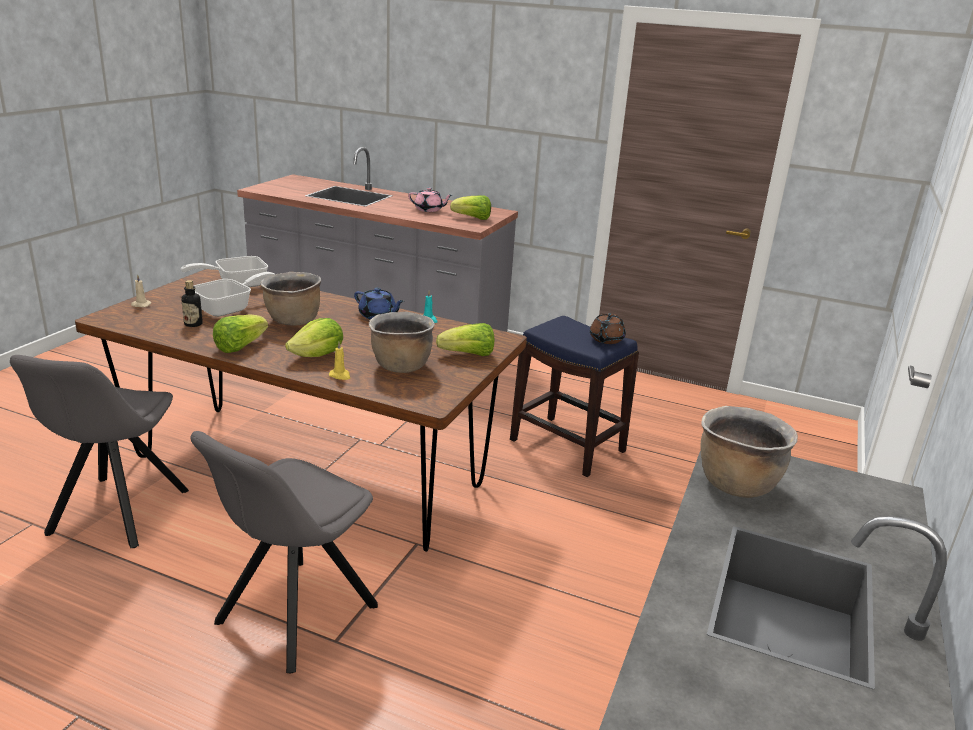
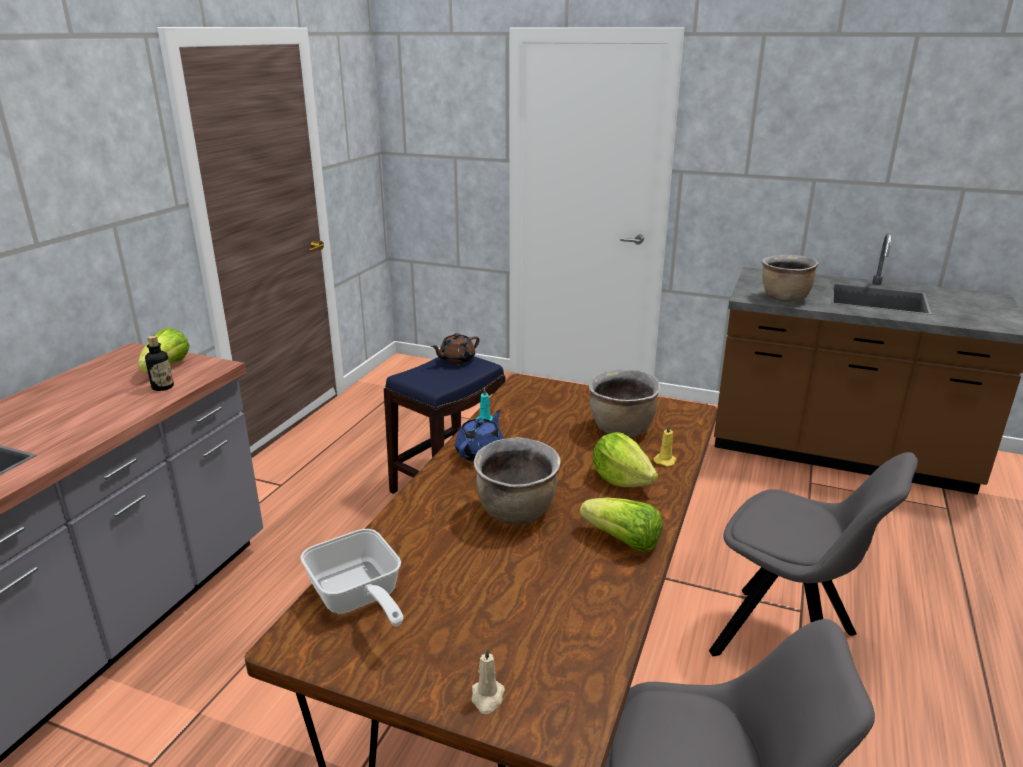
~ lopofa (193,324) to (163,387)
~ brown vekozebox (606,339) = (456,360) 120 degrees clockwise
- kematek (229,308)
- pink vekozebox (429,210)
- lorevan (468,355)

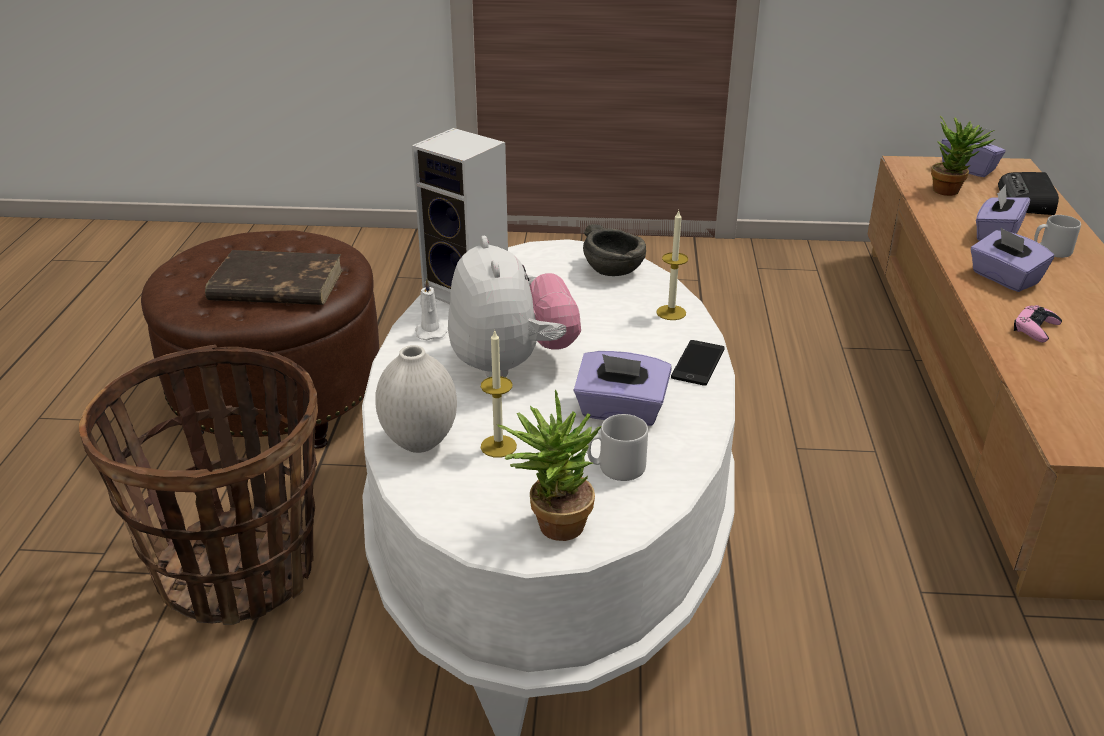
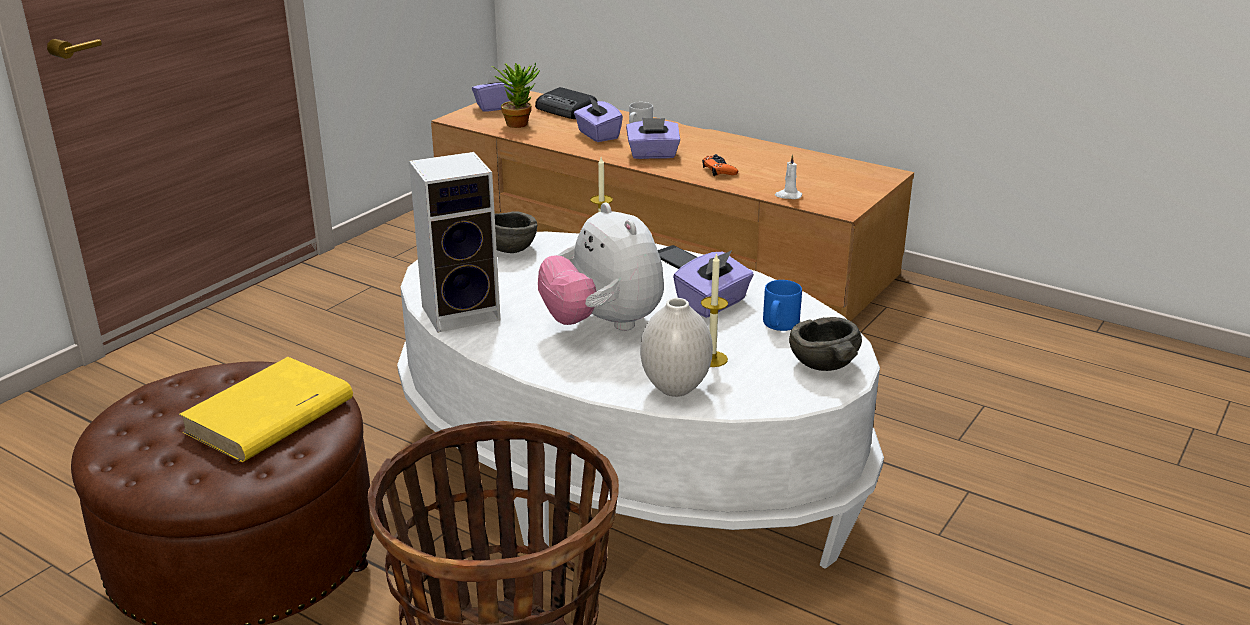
~ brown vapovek (275,286) to yellow vapovek (268,417)
~ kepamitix (512,364) = (603,324) 135 degrees counterclockwise
~ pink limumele (1035,329) to orange limumele (719,170)
~ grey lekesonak (616,467) to blue lekesonak (779,325)
~ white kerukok (430,332) to (788,196)
~ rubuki (552,524) to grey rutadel (823,364)

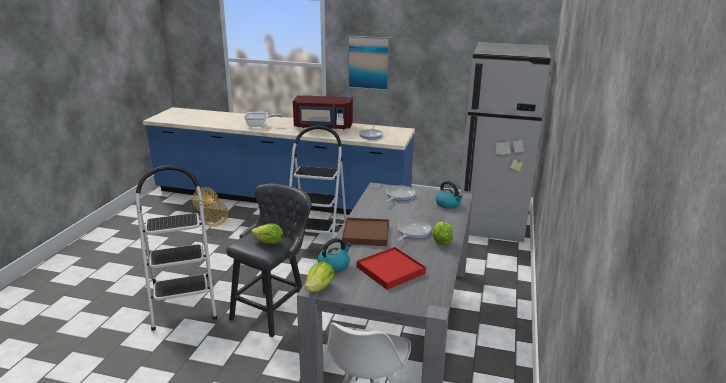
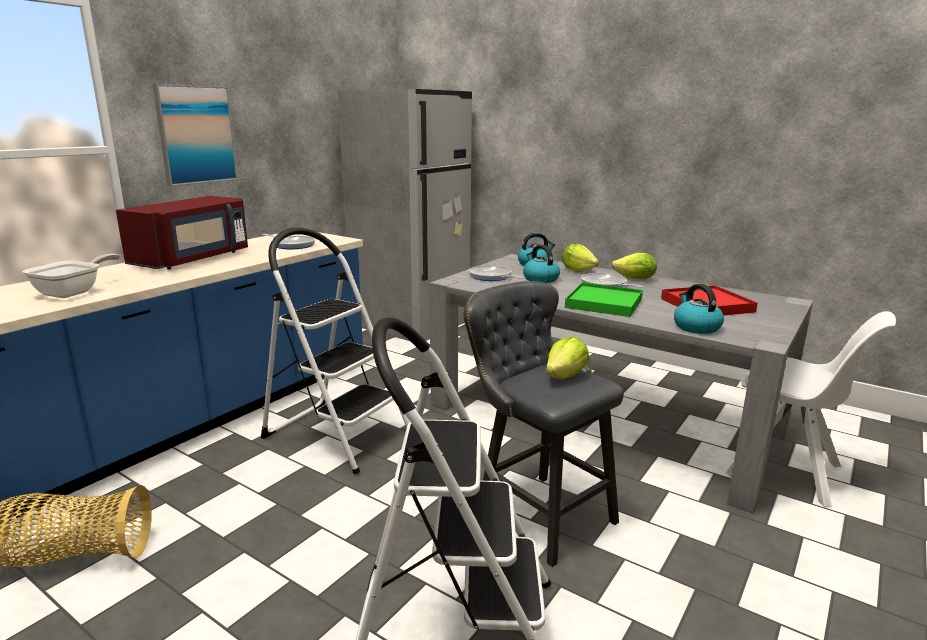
+ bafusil (540,279)
~ lorevan (320,288) to (578,270)
~ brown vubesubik (366,234) to green vubesubik (603,303)

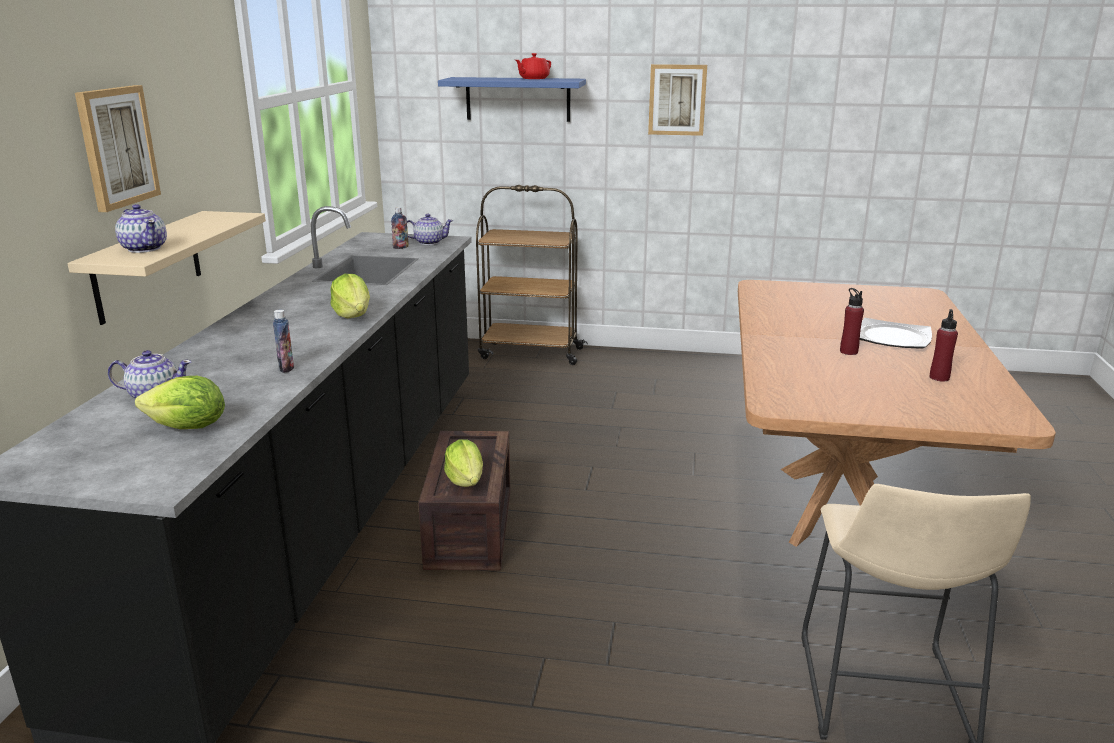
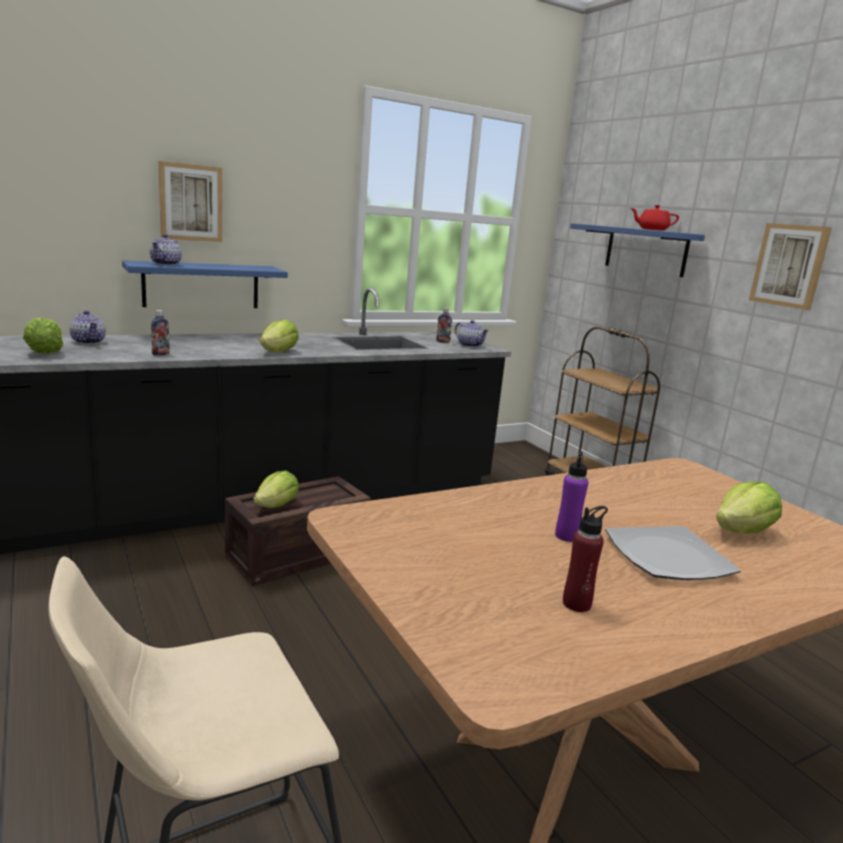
~ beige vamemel (148,266) to blue vamemel (201,285)
~ red lopofa (848,351) to purple lopofa (566,536)
+ lorevan (742,532)

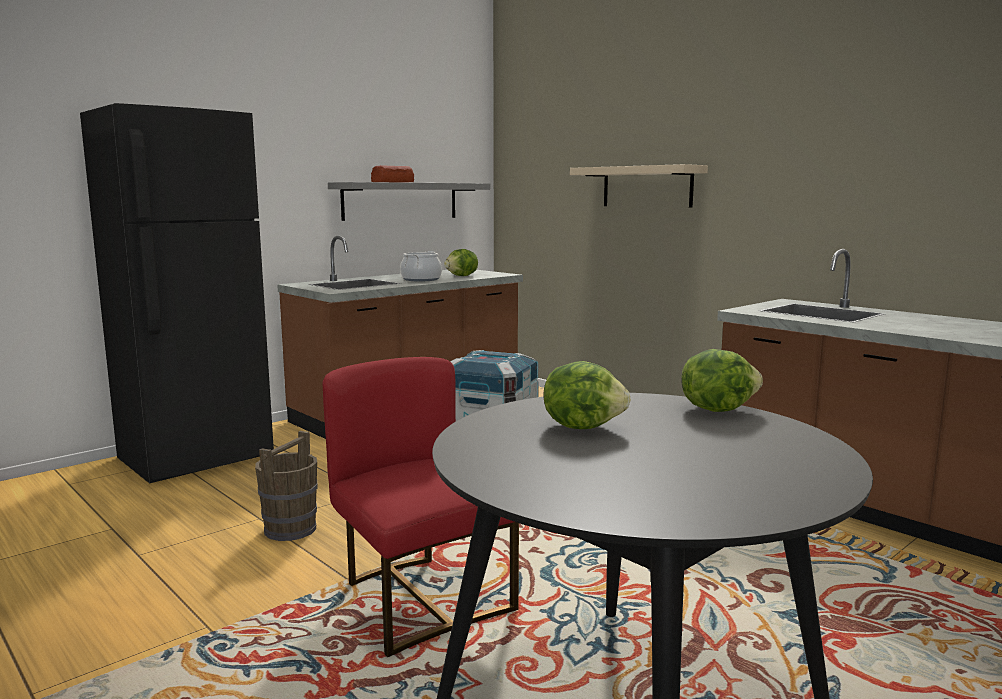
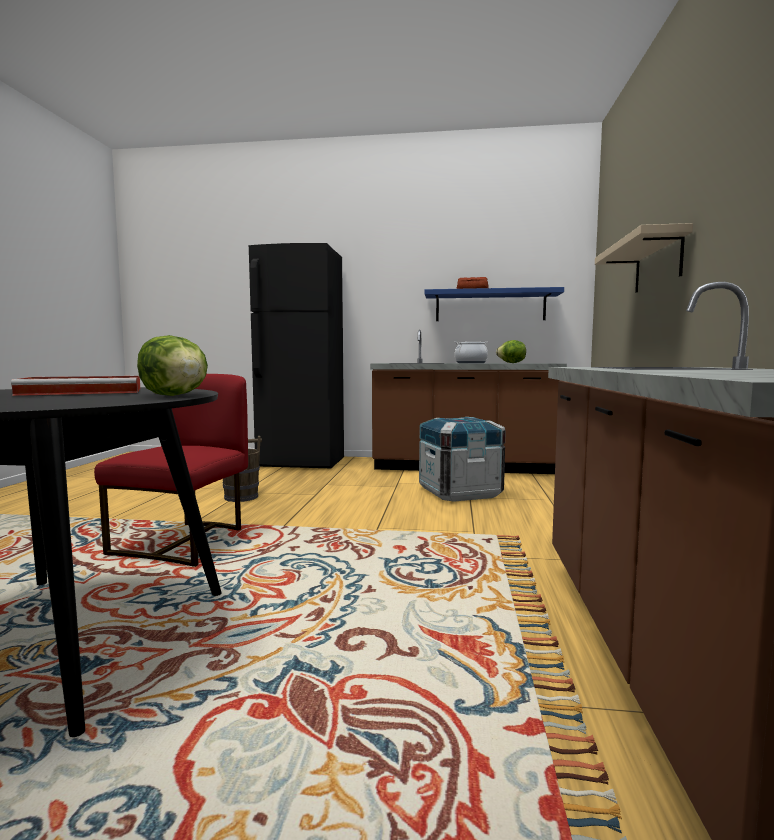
~ lorevan (583,426) to red vubesubik (86,391)
~ grey vamemel (400,201) to blue vamemel (490,306)

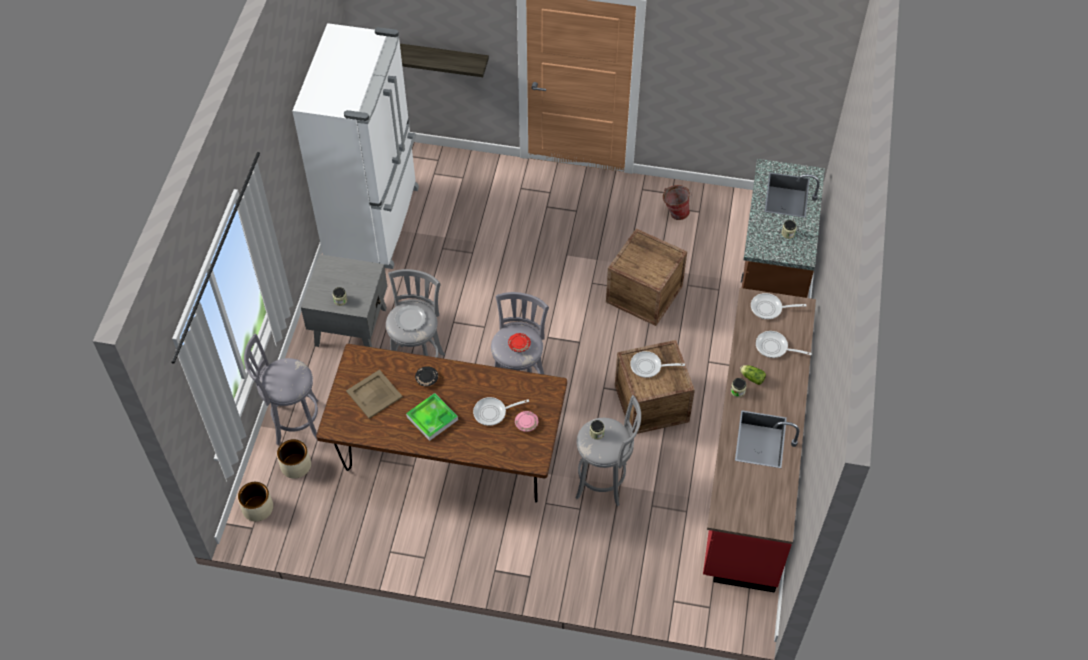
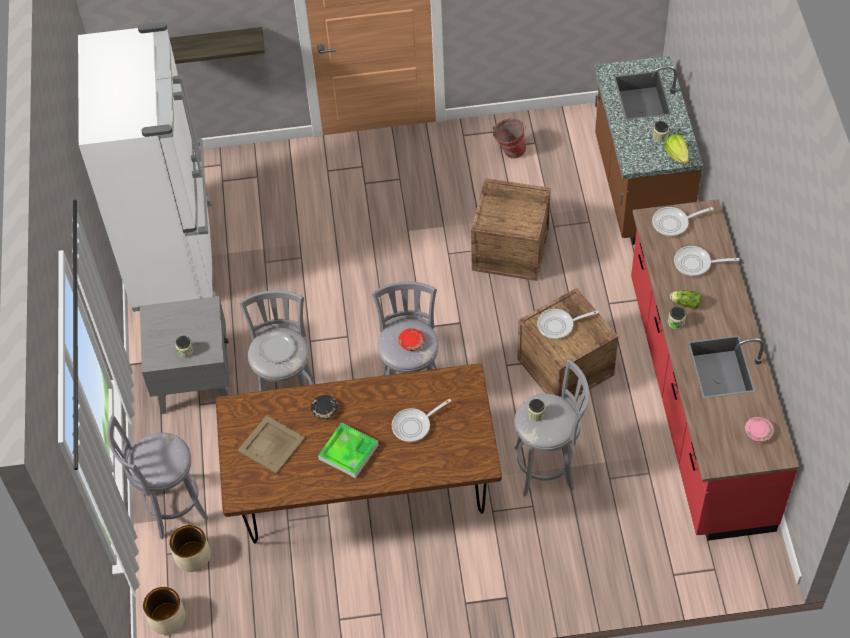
+ lorevan (676,155)
~ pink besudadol (526,424) to (758,432)

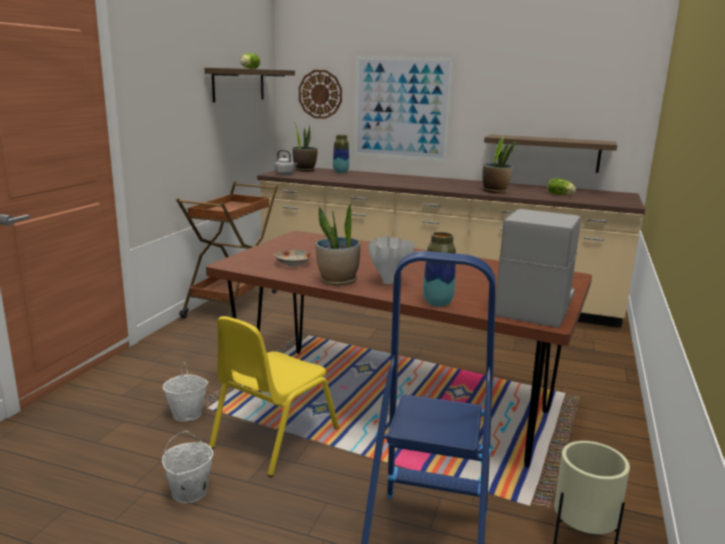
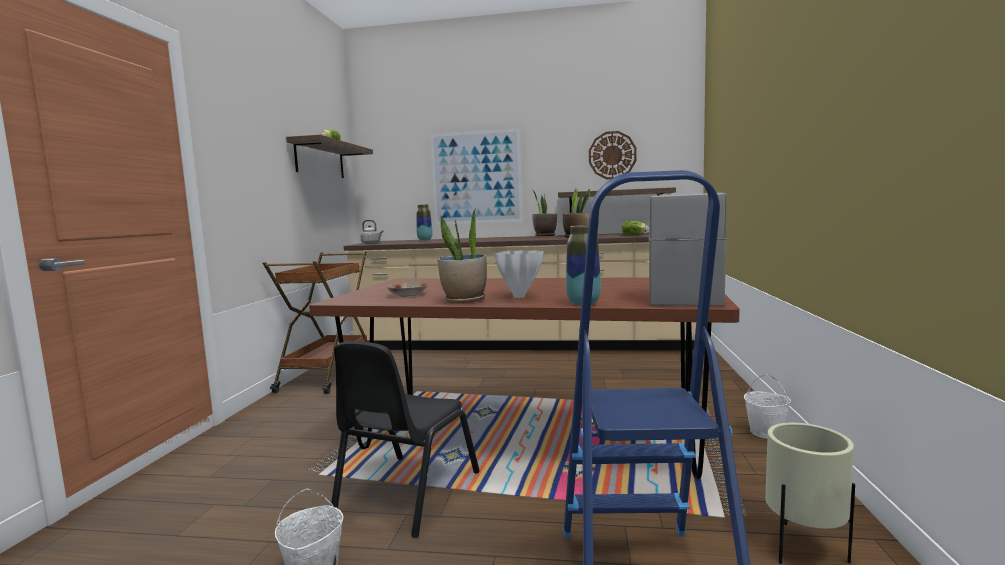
~ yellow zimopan (273,437) to black zimopan (407,493)
~ rubuki (304,170) to (545,236)
~ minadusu (320,94) to (612,155)
~ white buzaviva (188,414) to (766,432)

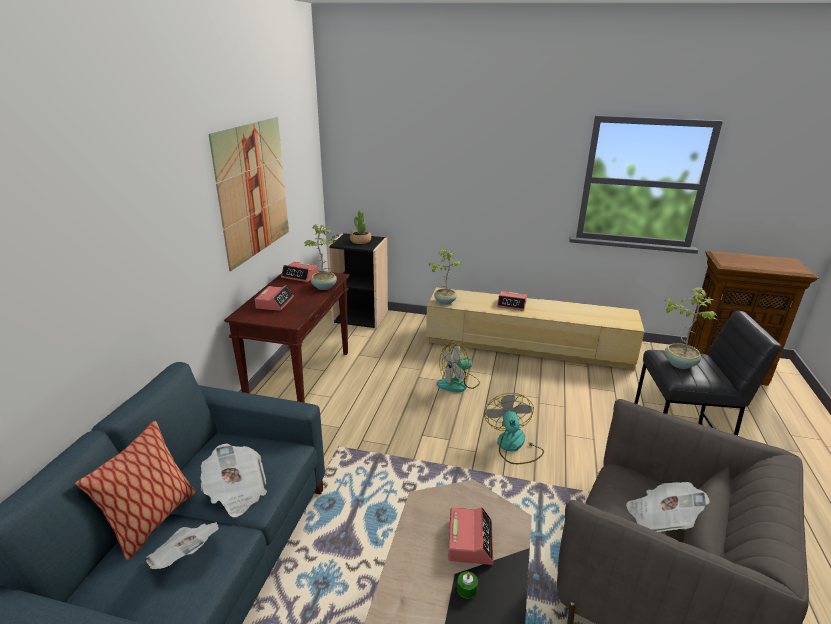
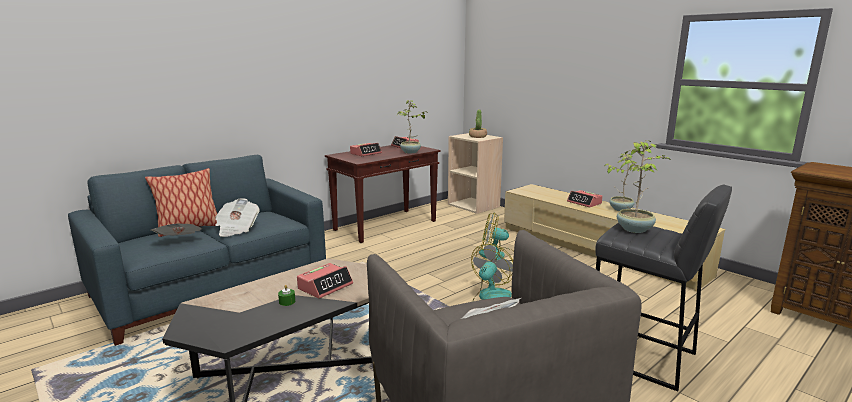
~ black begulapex (361,316) to beige begulapex (474,205)
~ rubuki (444,301) to (620,209)
- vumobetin (254,190)

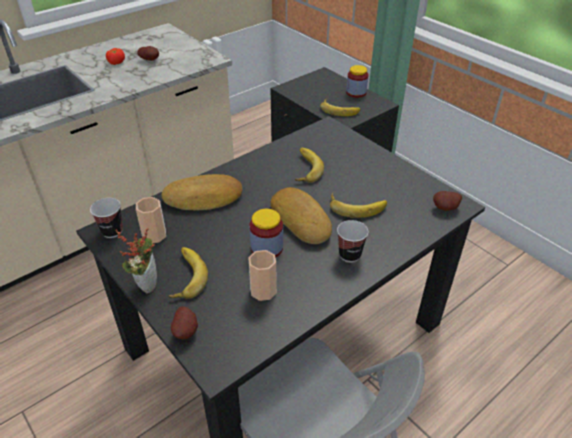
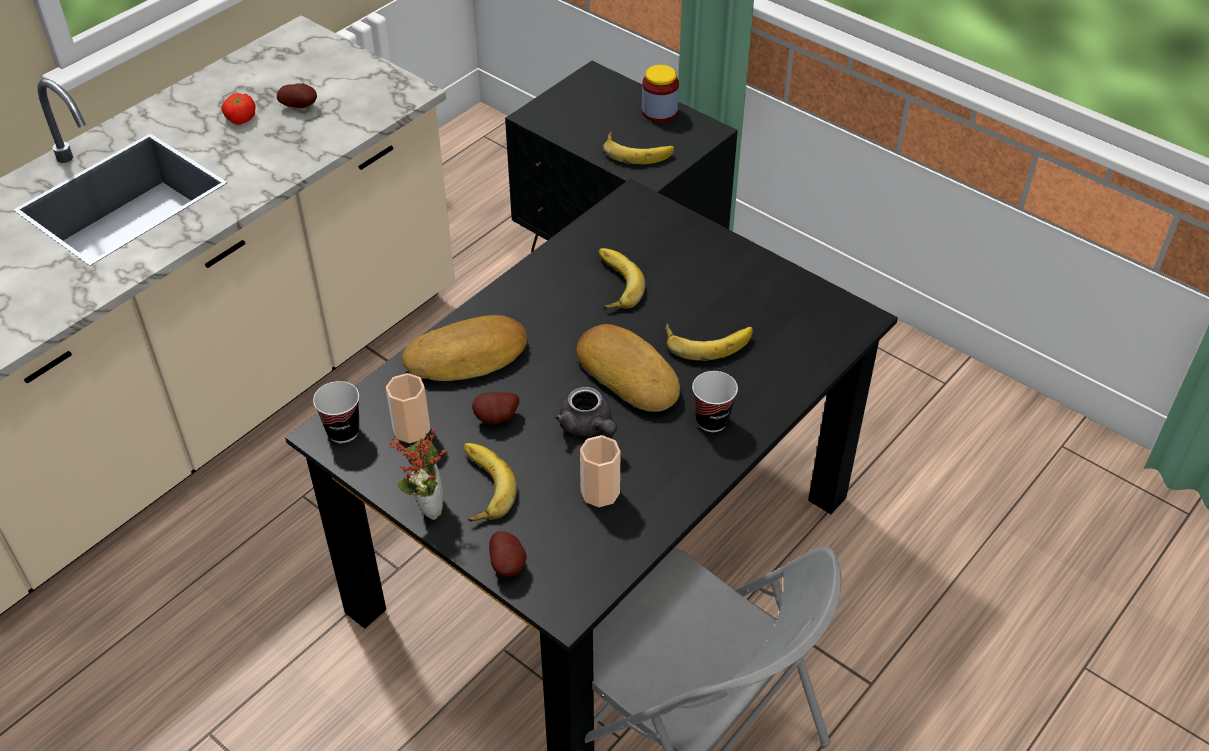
~ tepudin (446,209) to (497,419)
~ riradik (267,248) to grey vekozebox (588,426)

